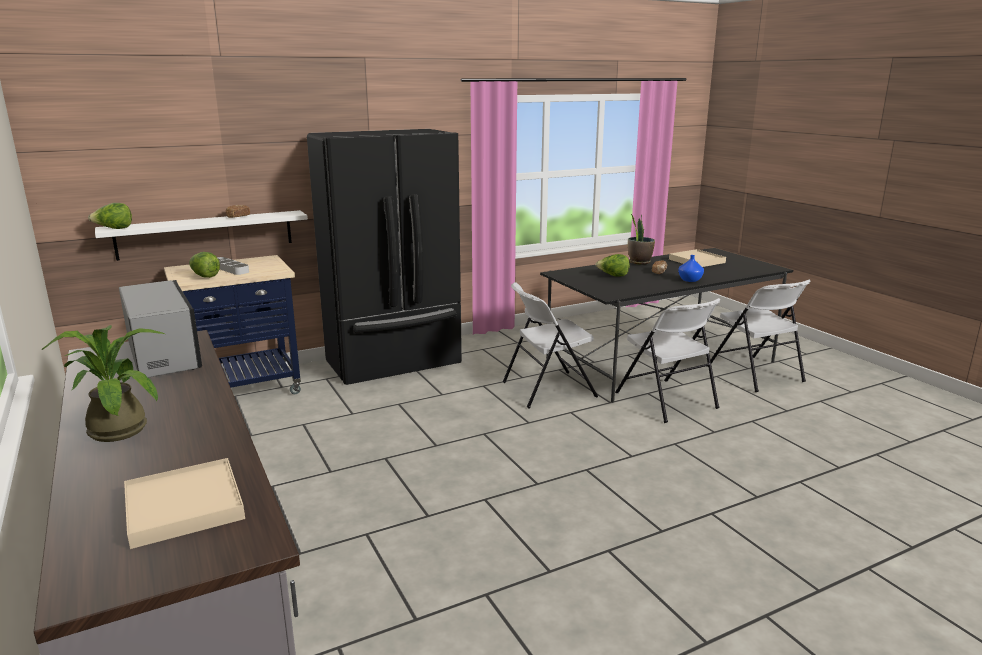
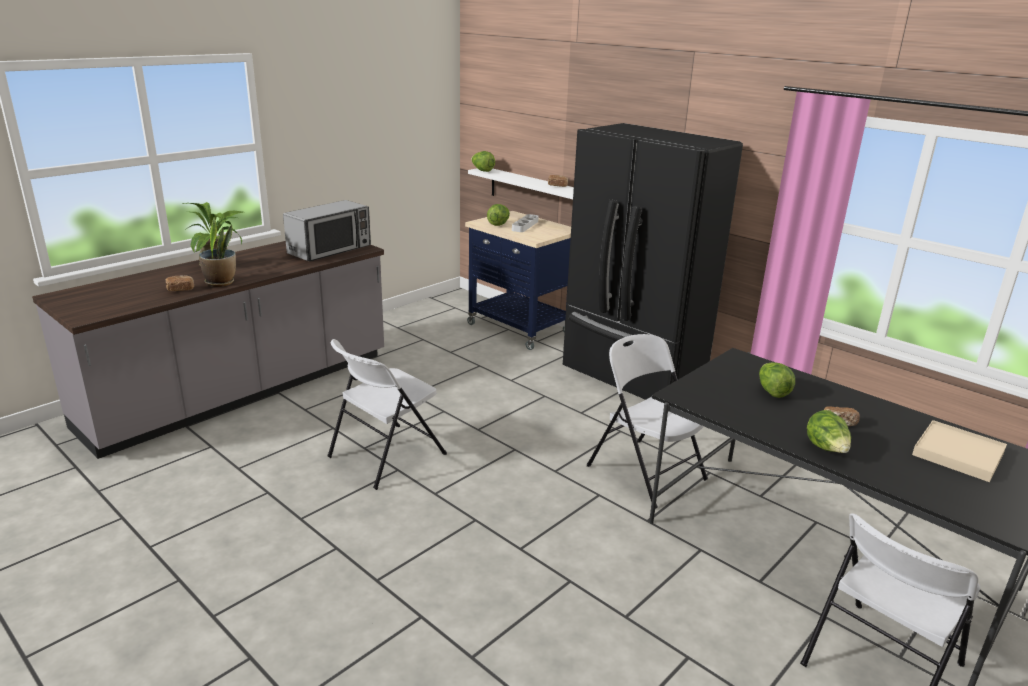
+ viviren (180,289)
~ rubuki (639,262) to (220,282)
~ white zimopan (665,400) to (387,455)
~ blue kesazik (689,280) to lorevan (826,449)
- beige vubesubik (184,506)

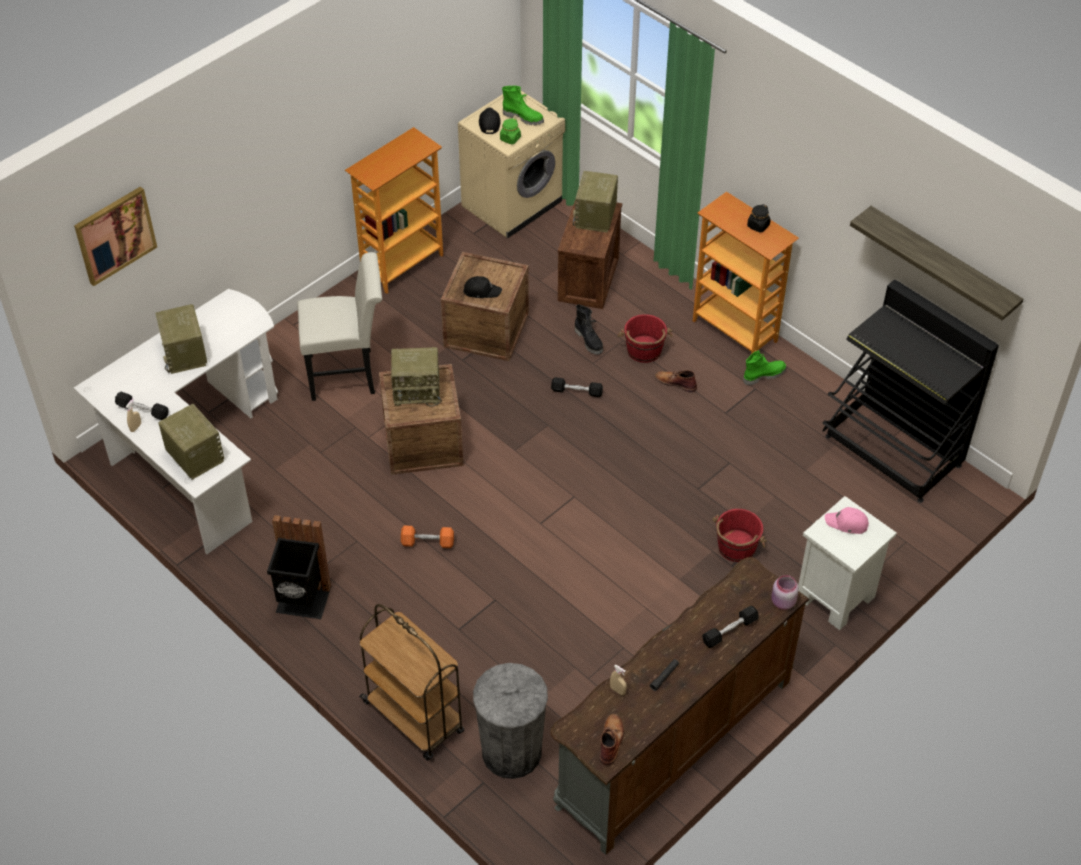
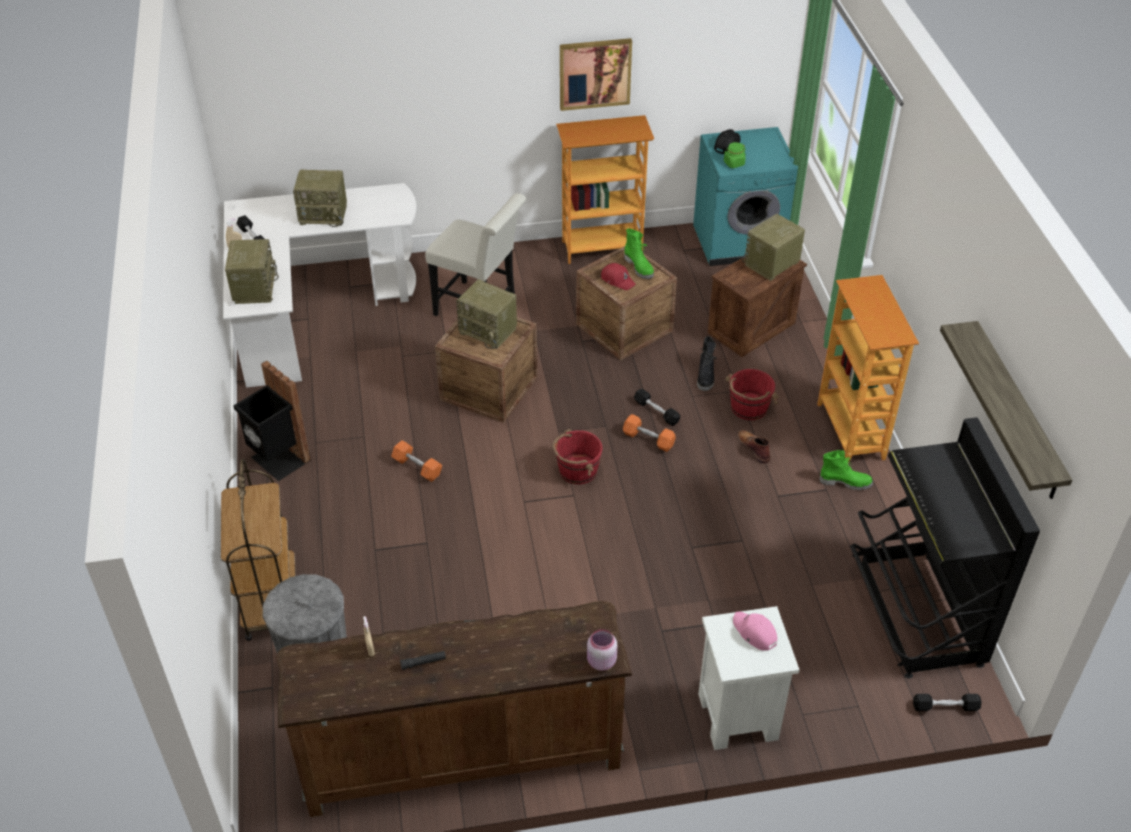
~ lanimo (185,354) = (324,214) 105 degrees counterclockwise
~ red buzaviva (736,547) to (577,470)
~ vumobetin (115,235) to (595,73)
~ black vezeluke (481,291) to red vezeluke (618,280)
+ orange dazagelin (648,439)
~ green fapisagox (523,117) to (639,267)
~ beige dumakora (513,204) to turquoise dumakora (739,243)
~ black dazagelin (729,631) to (945,707)
- brown fapisagox (611,740)
- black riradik (758,226)

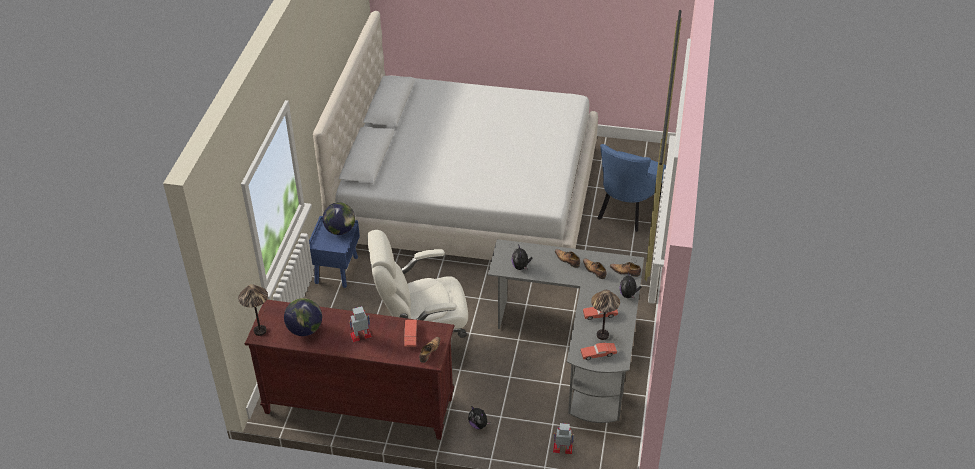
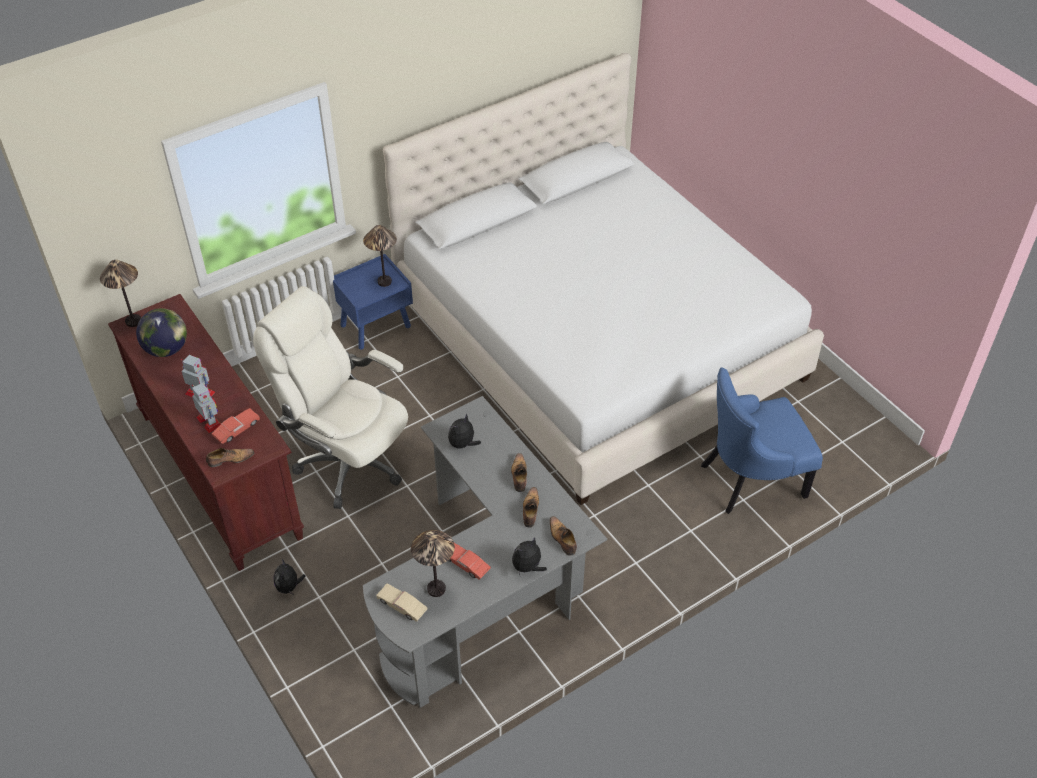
~ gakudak (563,448) to (210,422)
~ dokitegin (340,230) to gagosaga (384,282)
~ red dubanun (598,354) to beige dubanun (402,606)

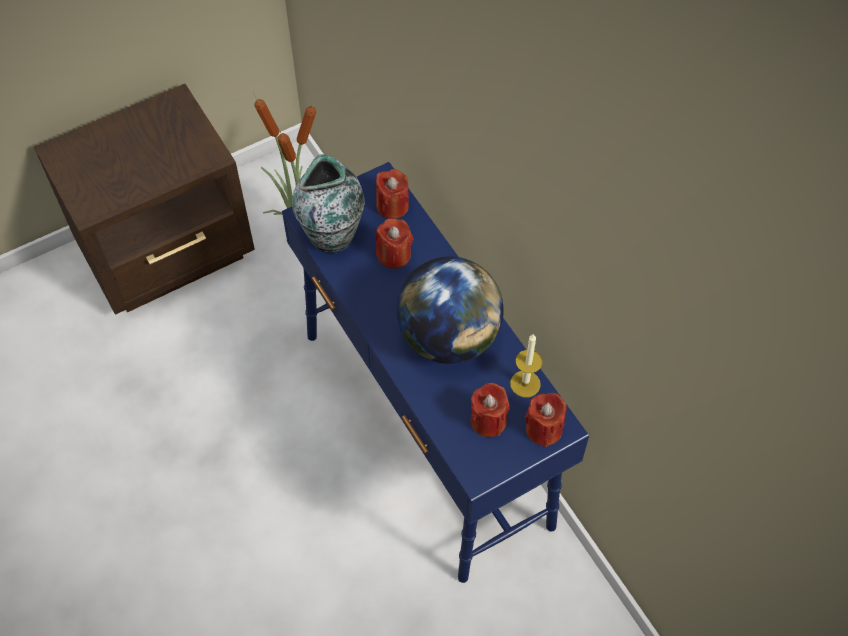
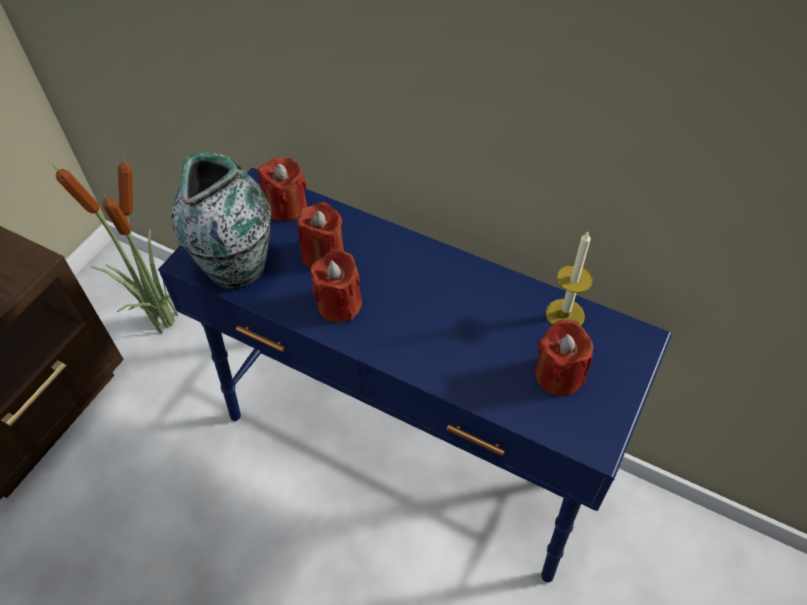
~ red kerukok (544,429) to (339,304)
- dokitegin (449,337)

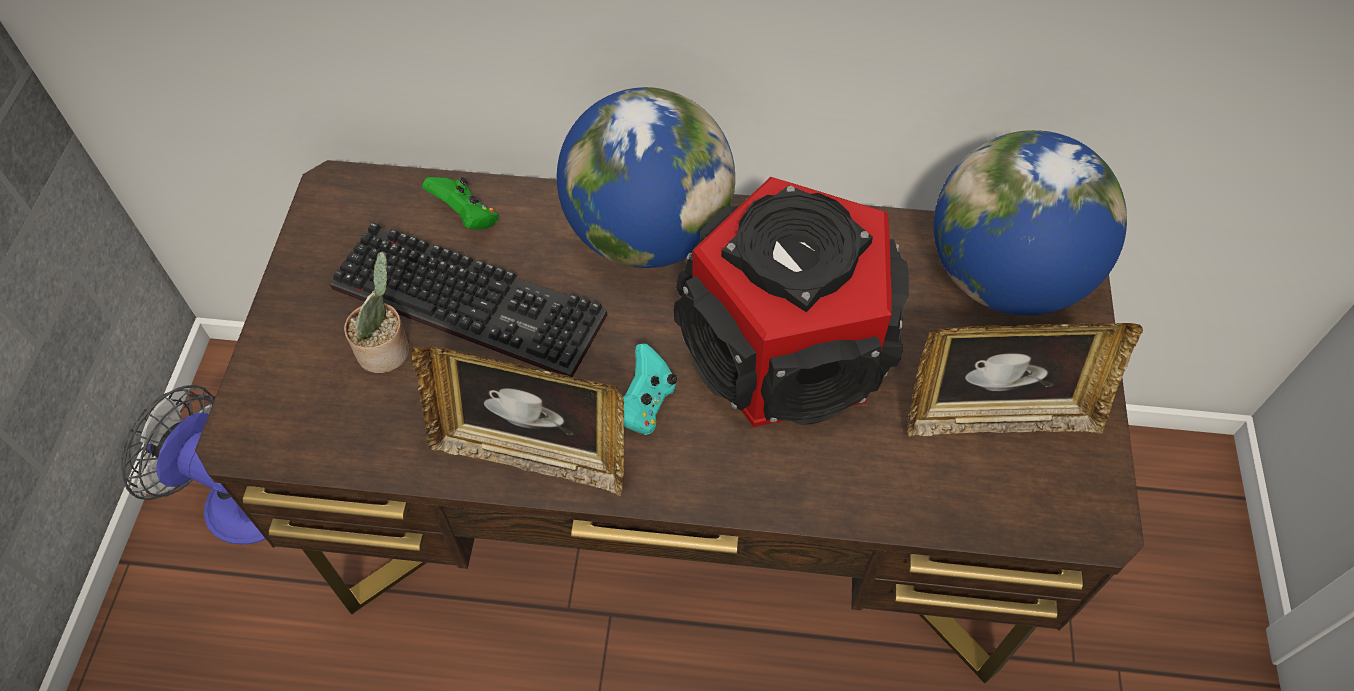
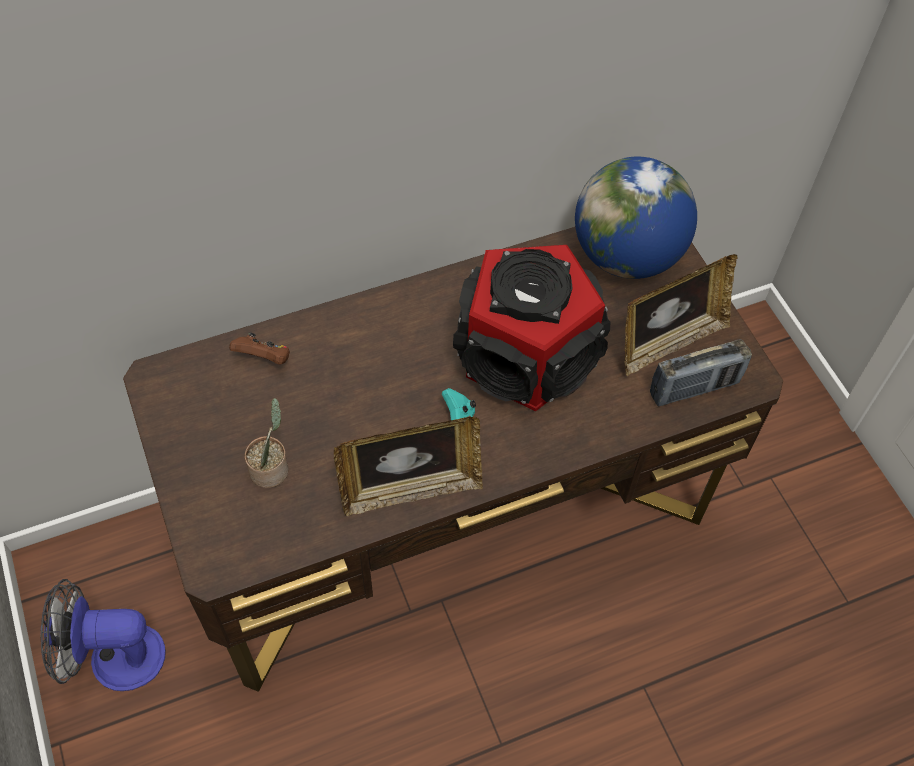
~ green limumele (466,217) to brown limumele (264,359)
+ lanimo (694,388)
- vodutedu (475,300)
- dokitegin (647,234)

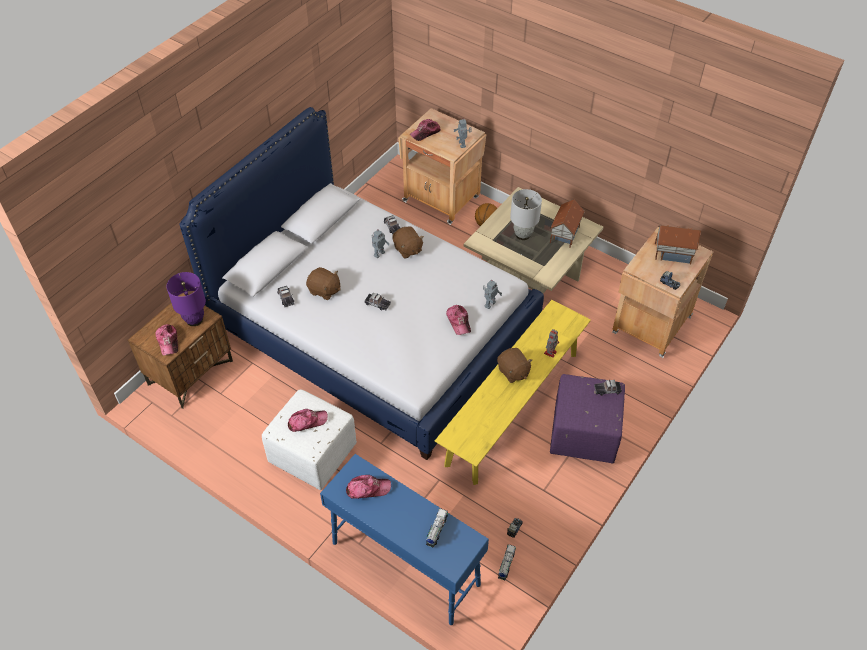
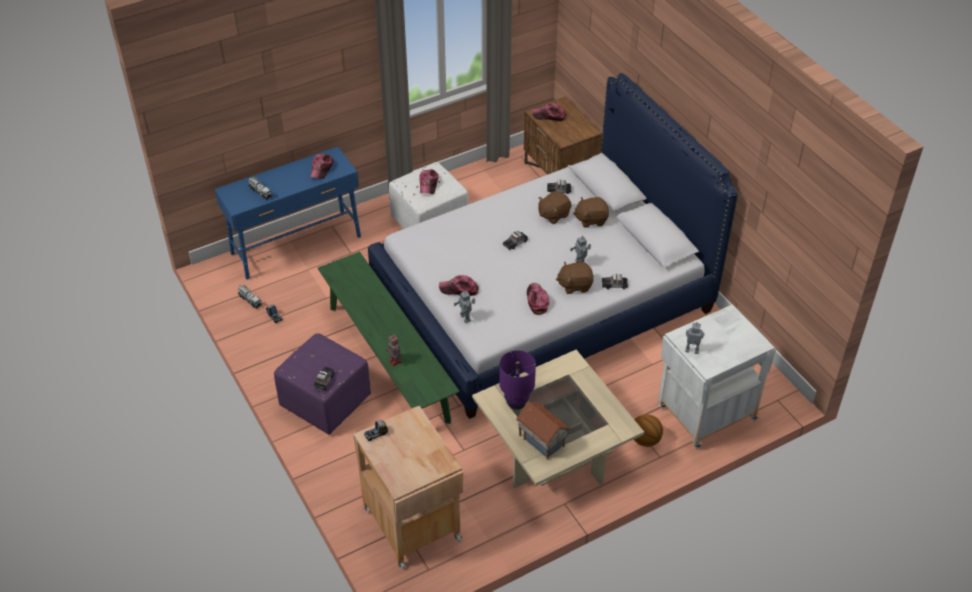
~ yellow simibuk (512,407) to green simibuk (388,363)
~ purple gagosaga (194,320) to (516,402)
~ vezeluke (425,133) to (537,300)
~ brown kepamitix (513,372) to (591,219)
~ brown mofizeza (442,200) to white mofizeza (705,414)
- white gagosaga (523,234)
- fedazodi (672,253)

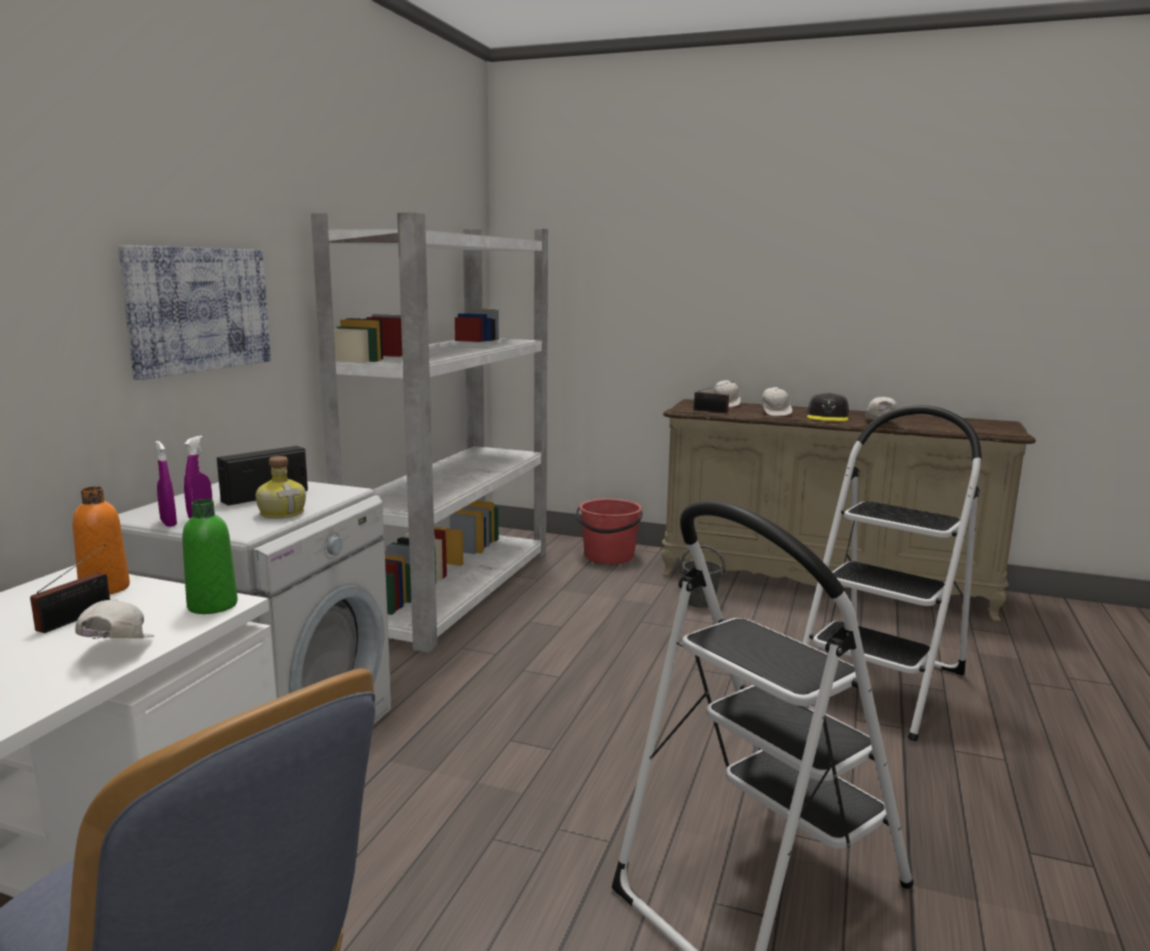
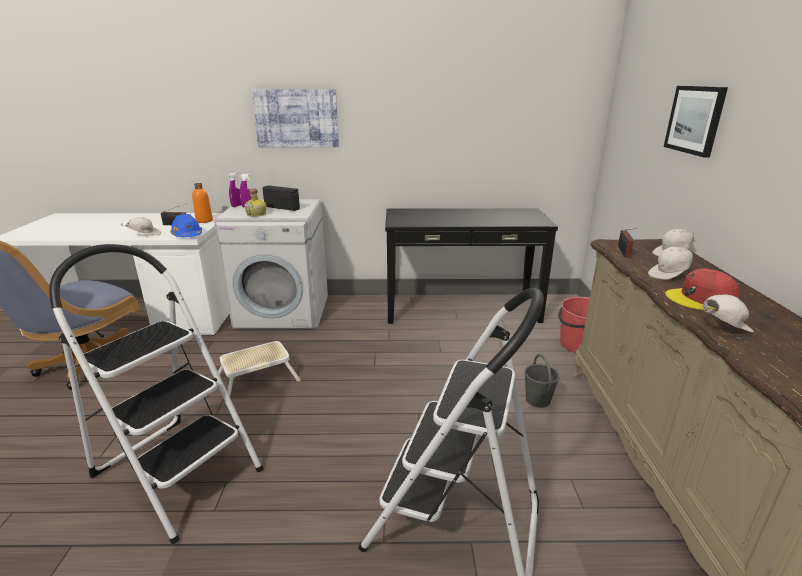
~ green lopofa (212,605) to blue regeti (187,235)
+ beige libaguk (258,379)
~ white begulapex (455,589) to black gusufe (461,308)
+ vumobetin (695,120)
~ grey vezeluke (828,417) to red vezeluke (700,299)

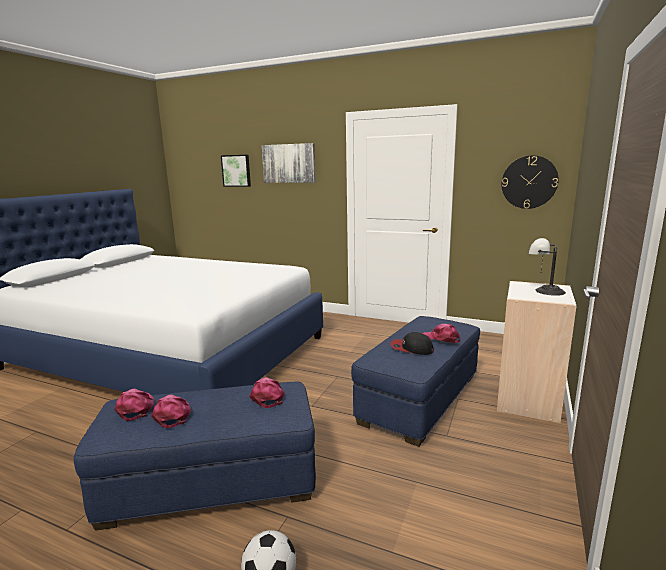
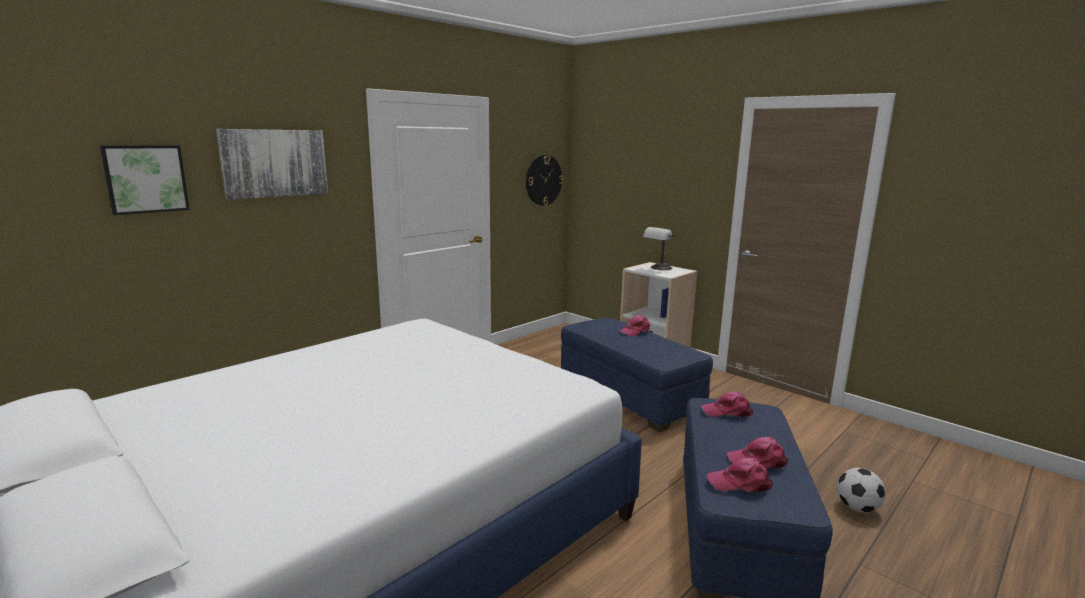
- vezeluke (411,348)

